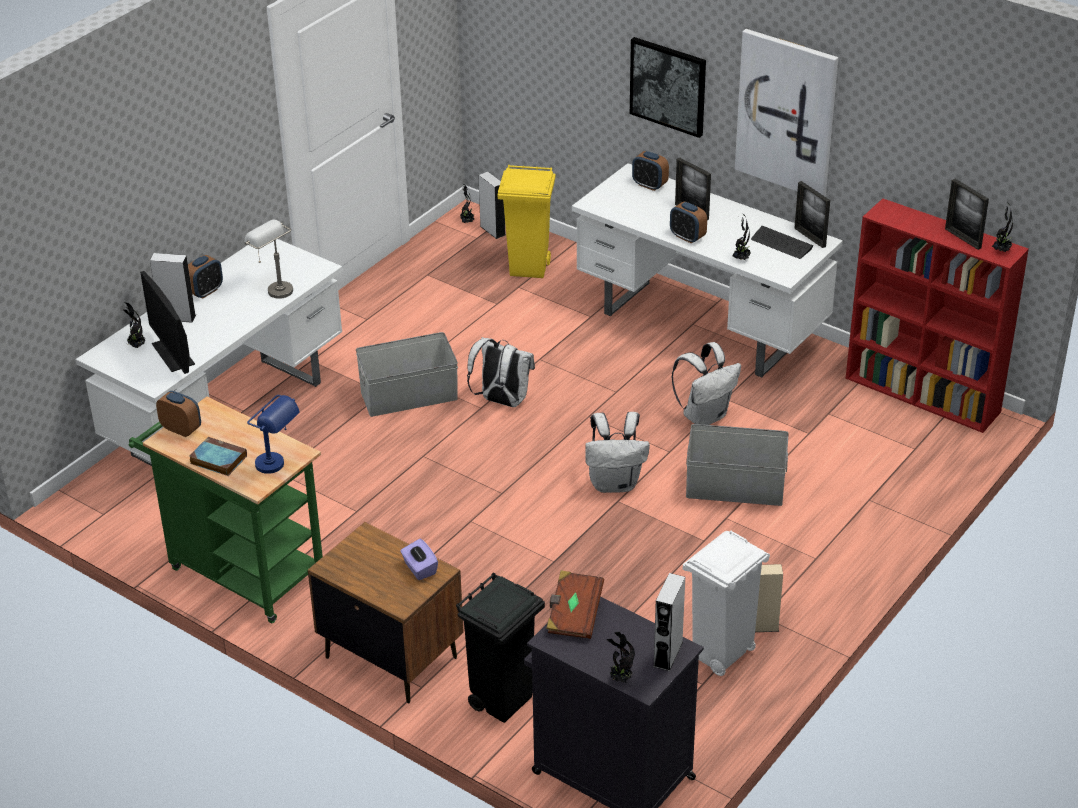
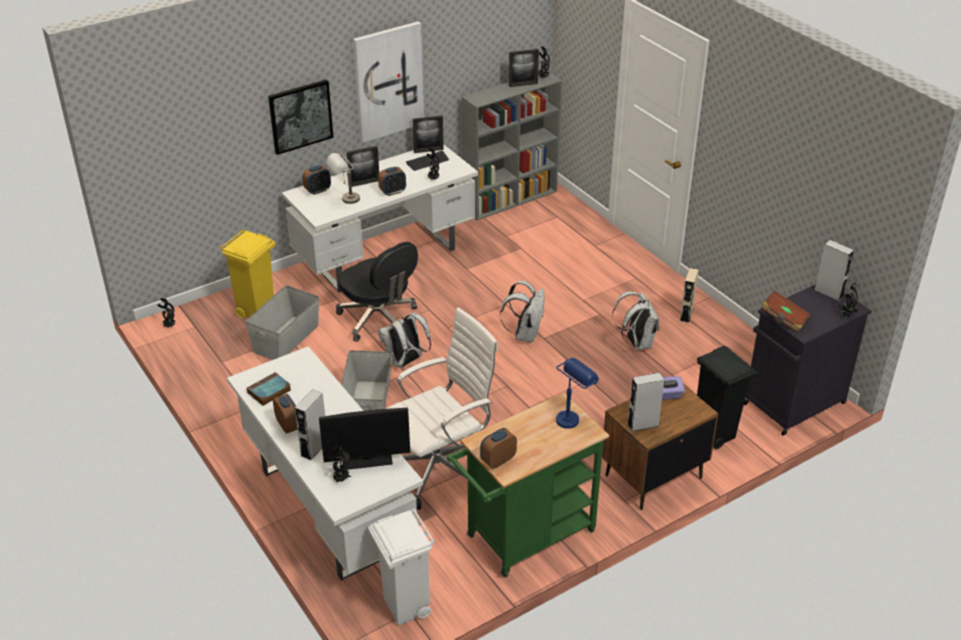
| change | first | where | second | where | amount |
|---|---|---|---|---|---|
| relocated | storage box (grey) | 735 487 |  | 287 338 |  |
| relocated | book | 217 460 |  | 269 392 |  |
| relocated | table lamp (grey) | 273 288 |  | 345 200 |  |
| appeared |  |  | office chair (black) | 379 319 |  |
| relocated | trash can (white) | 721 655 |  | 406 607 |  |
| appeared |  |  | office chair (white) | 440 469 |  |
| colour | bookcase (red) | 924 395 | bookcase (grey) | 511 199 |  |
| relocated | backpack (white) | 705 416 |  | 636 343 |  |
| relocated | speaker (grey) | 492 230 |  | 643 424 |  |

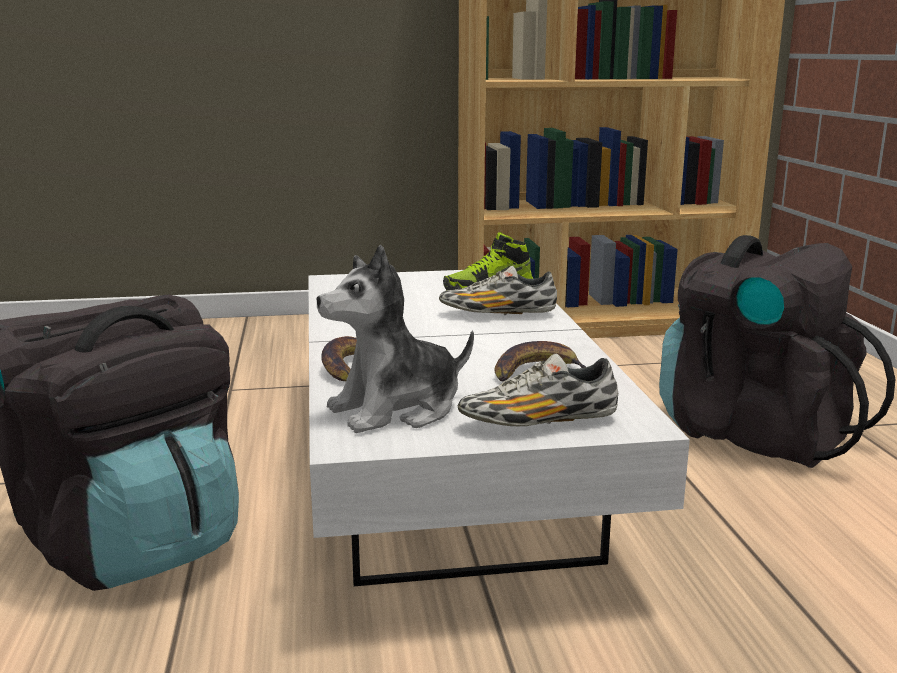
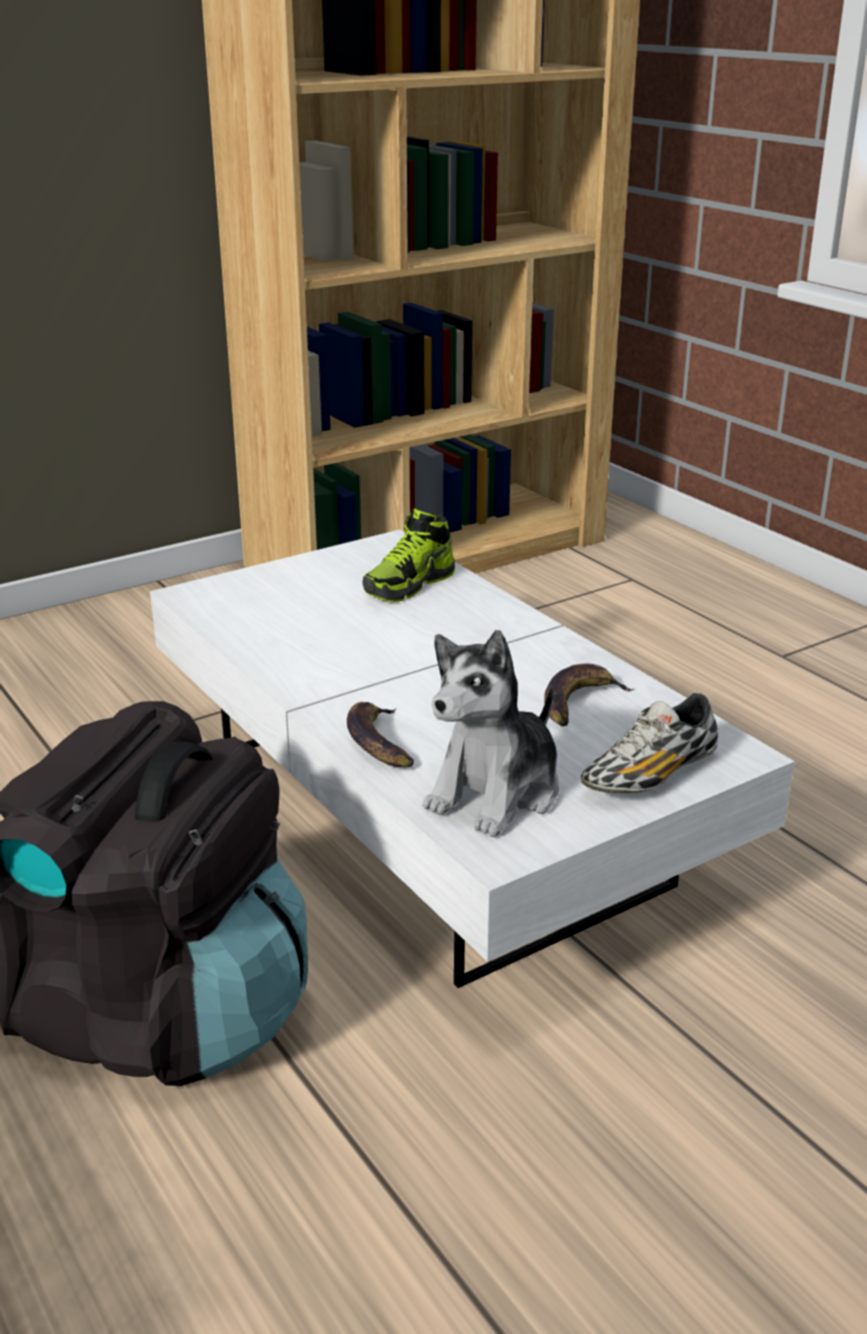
| change | first | where | second | where | amount |
|---|---|---|---|---|---|
| missing | shoe | 498 314 |  |  |  |
| missing | backpack (black) | 754 433 |  |  |  |

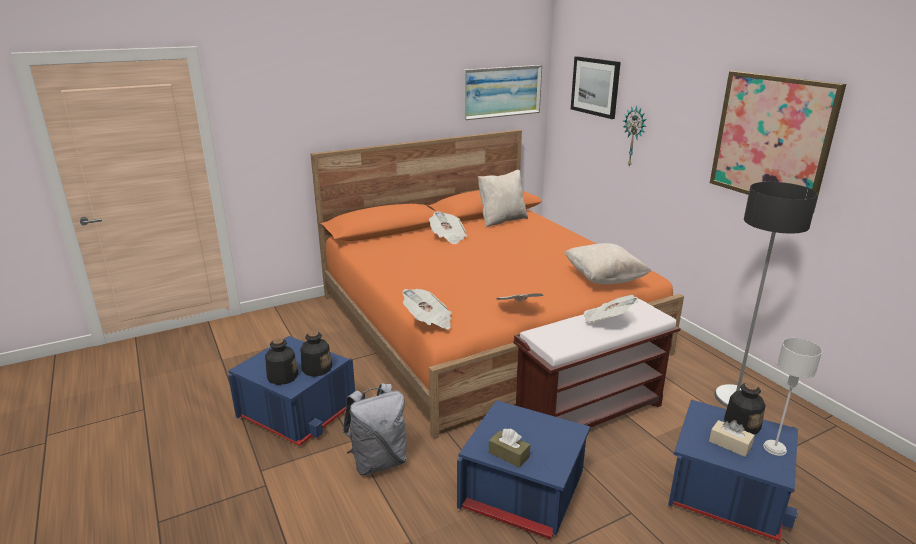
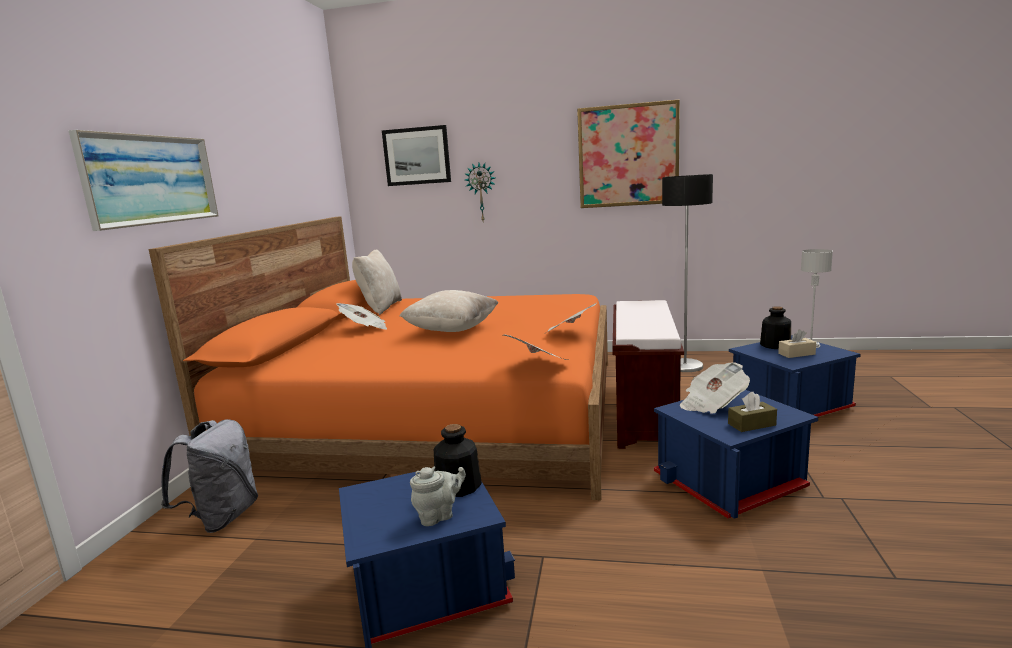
| change | first | where | second | where | amount |
|---|---|---|---|---|---|
| relocated | picture | 502 91 |  | 151 180 |  |
| relocated | backpack (grey) | 378 461 |  | 222 518 |  |
| relocated | pillow (beige) | 604 279 |  | 452 330 |  |
| exchanged | bottle | 282 376 | teapot (grey) | 439 515 |  |
| relocated | newspaper | 607 321 |  | 712 404 |  |

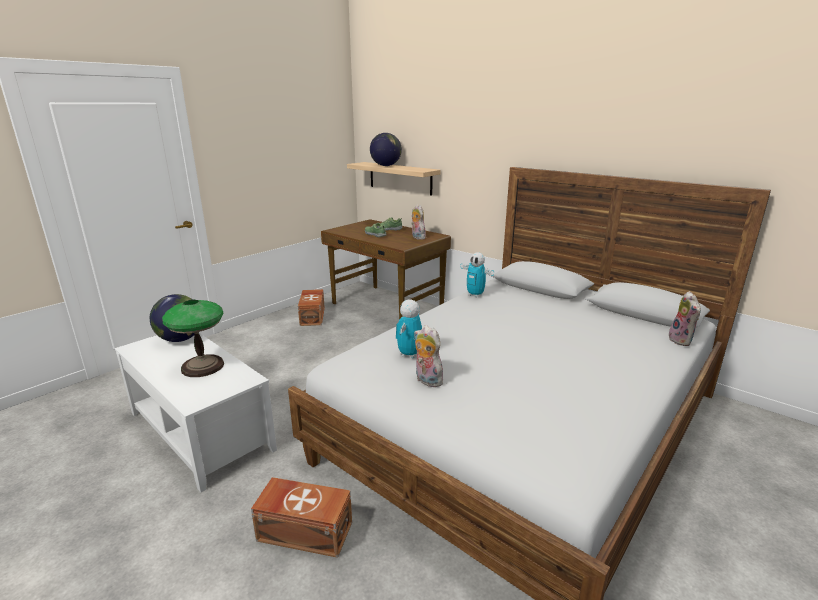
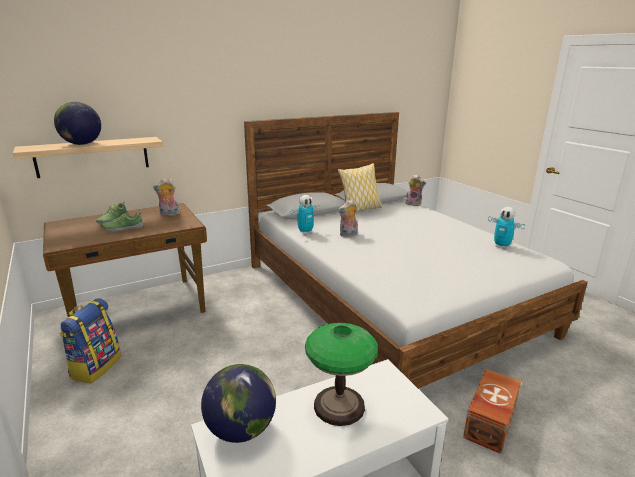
| change | first | where | second | where | amount |
|---|---|---|---|---|---|
| exchanged | storage box (brown) | 313 316 | backpack | 95 367 |  |
| appeared |  |  | pillow | 360 210 |  |
| relocated | plush toy | 426 380 |  | 348 235 |  |
| relocated | toy robot | 409 354 |  | 501 246 |  |

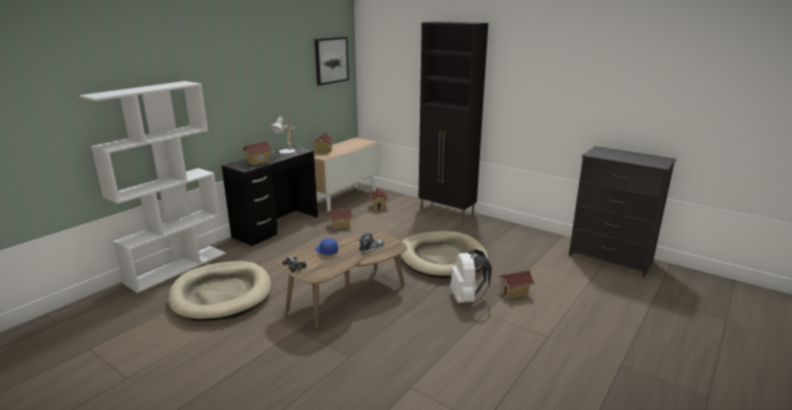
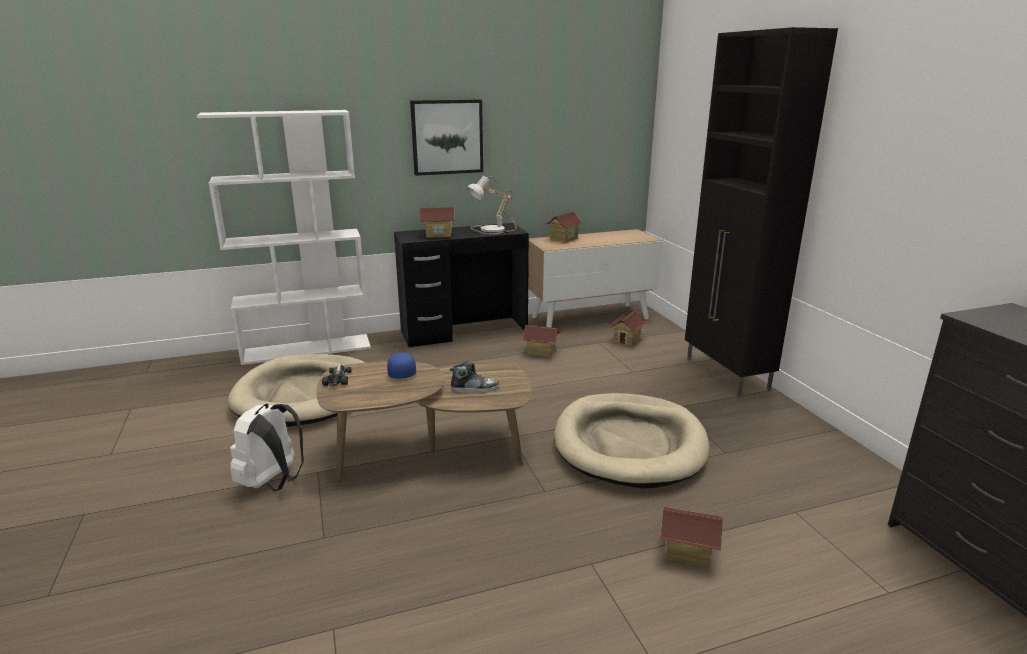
| change | first | where | second | where | amount |
|---|---|---|---|---|---|
| relocated | backpack (white) | 467 298 |  | 273 482 |  |
| relocated | picture | 331 60 |  | 447 137 |  |

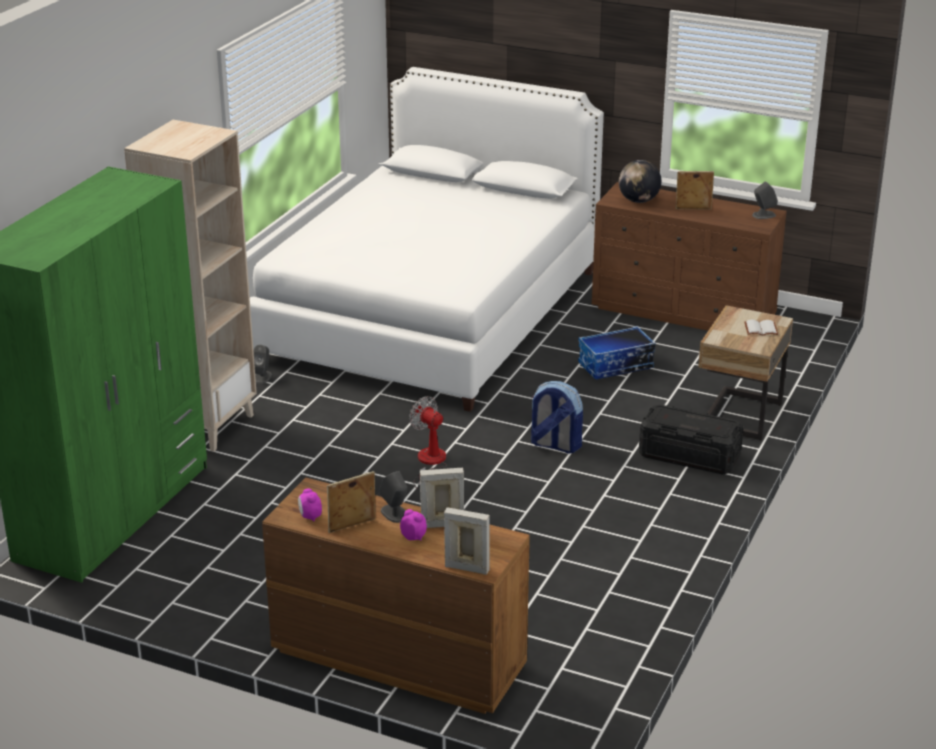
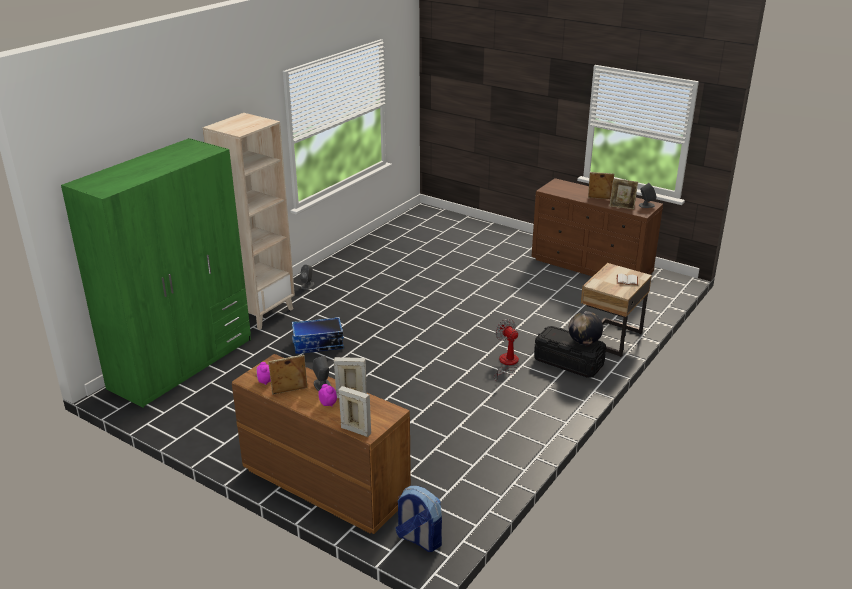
| change | first | where | second | where | amount |
|---|---|---|---|---|---|
| relocated | storage box | 615 366 |  | 318 345 |  |
| relocated | backpack | 555 445 |  | 418 539 |  |
| relocated | fan | 429 463 |  | 507 364 |  |
| relocated | globe | 638 201 |  | 584 342 |  |
| appeared |  |  | picture frame | 622 207 |  |
| missing | bed (white) | 432 315 |  |  |  |

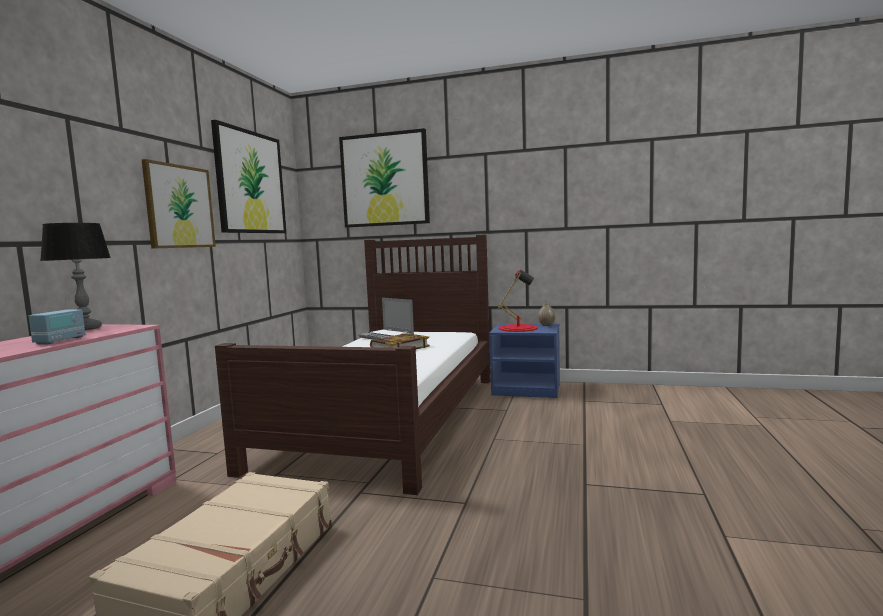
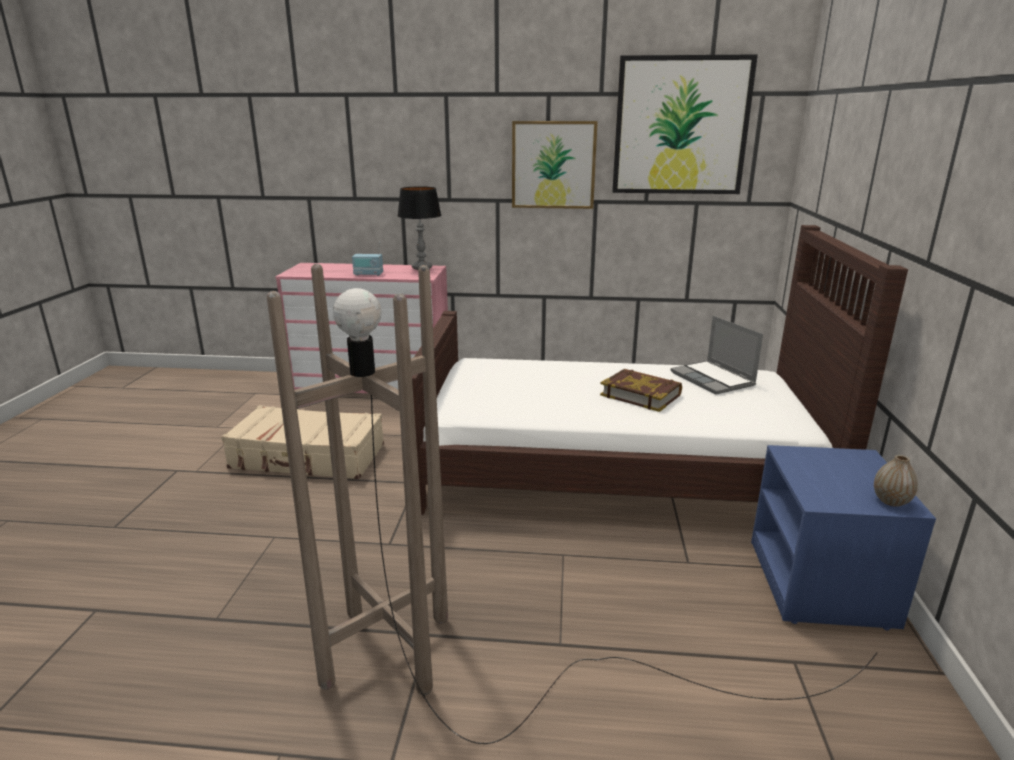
| change | first | where | second | where | amount |
|---|---|---|---|---|---|
| appeared |  |  | floor lamp (brown) | 500 671 |  |
| spun | laptop | 387 336 |  | 713 379 | 60 degrees counterclockwise |
| missing | picture | 384 180 |  |  |  |
| missing | table lamp (red) | 518 328 |  |  |  |

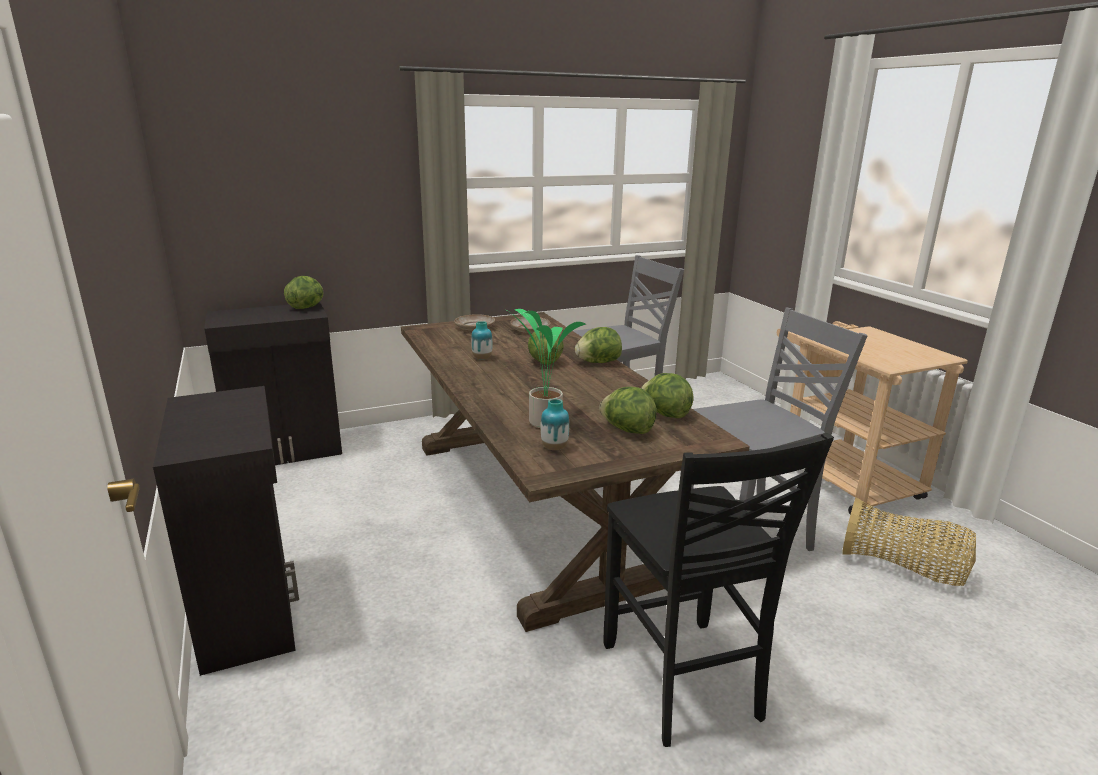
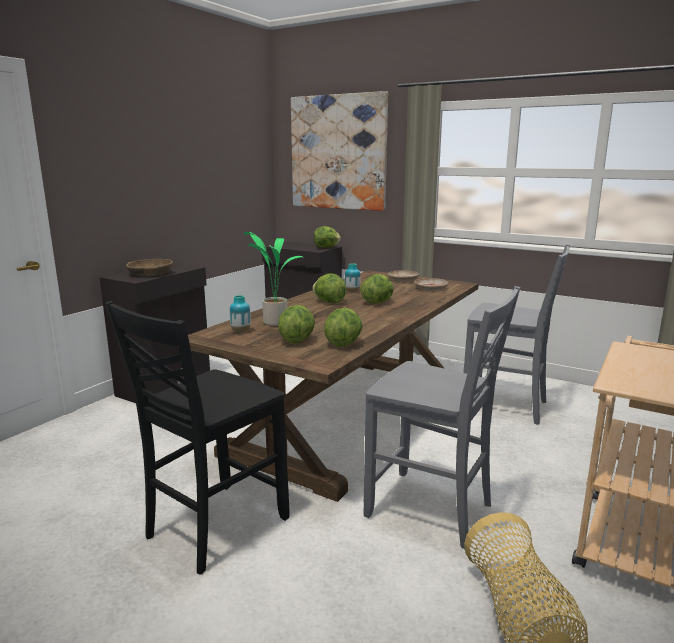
| change | first | where | second | where | amount |
|---|---|---|---|---|---|
| appeared |  |  | bowl (brown) | 150 274 |  |
| appeared |  |  | picture | 338 152 |  |
| relocated | lettuce | 598 362 |  | 329 302 |  |

